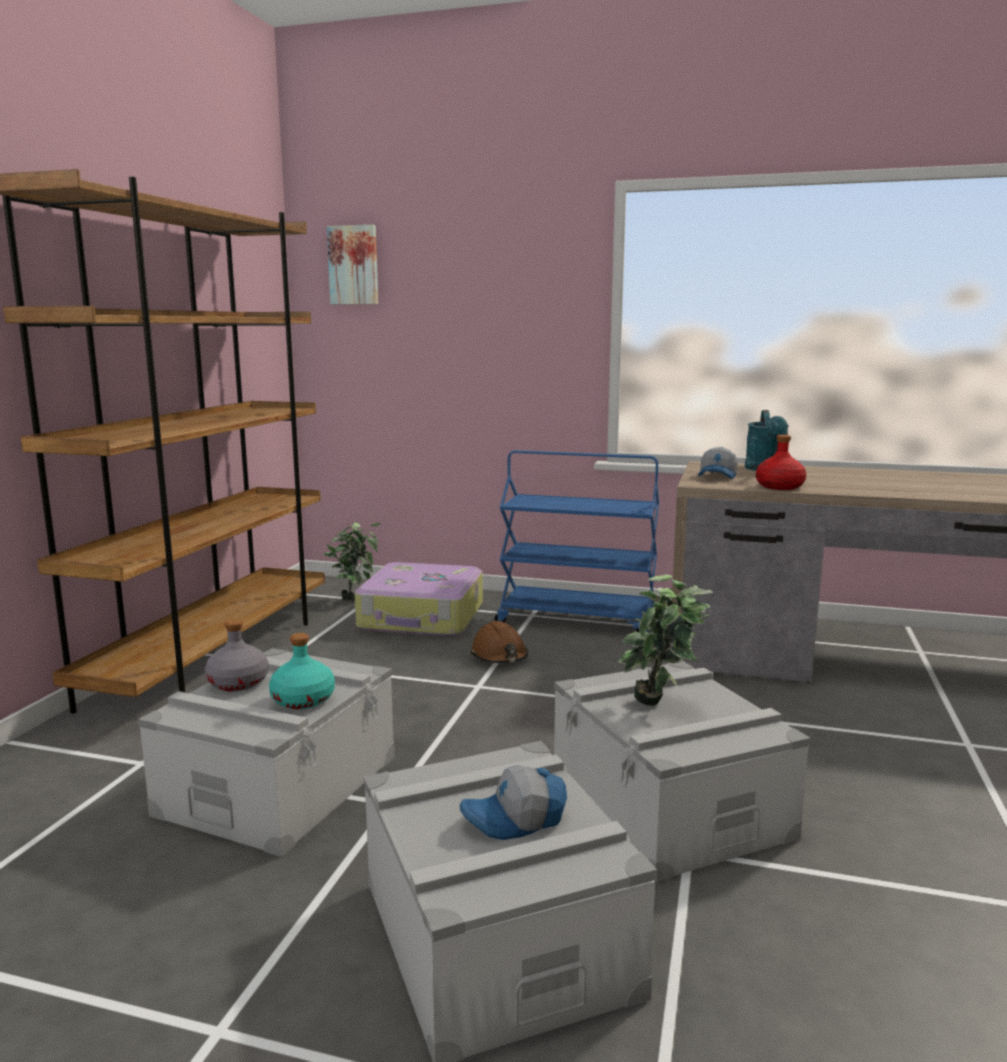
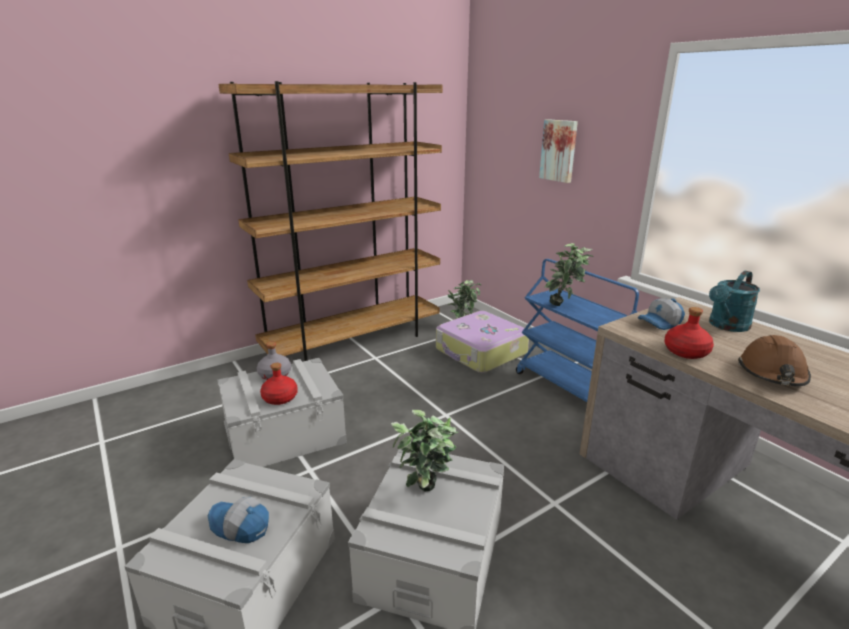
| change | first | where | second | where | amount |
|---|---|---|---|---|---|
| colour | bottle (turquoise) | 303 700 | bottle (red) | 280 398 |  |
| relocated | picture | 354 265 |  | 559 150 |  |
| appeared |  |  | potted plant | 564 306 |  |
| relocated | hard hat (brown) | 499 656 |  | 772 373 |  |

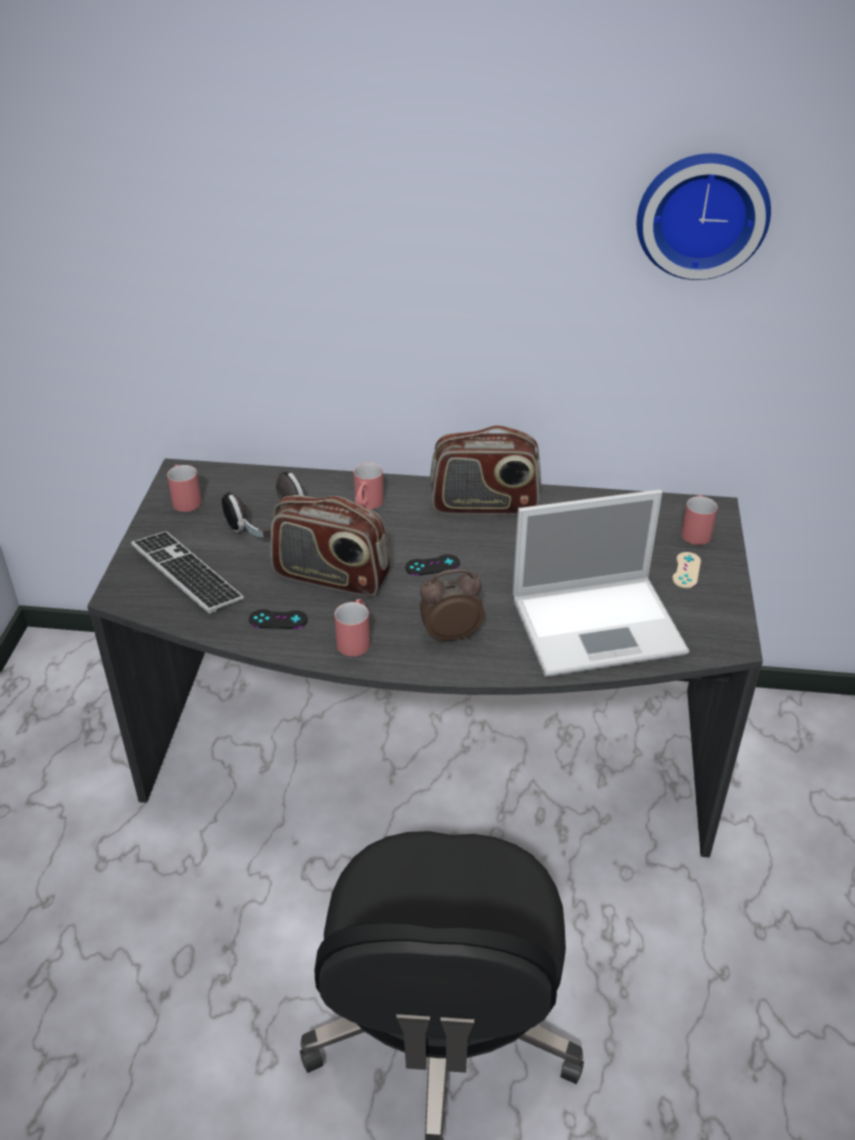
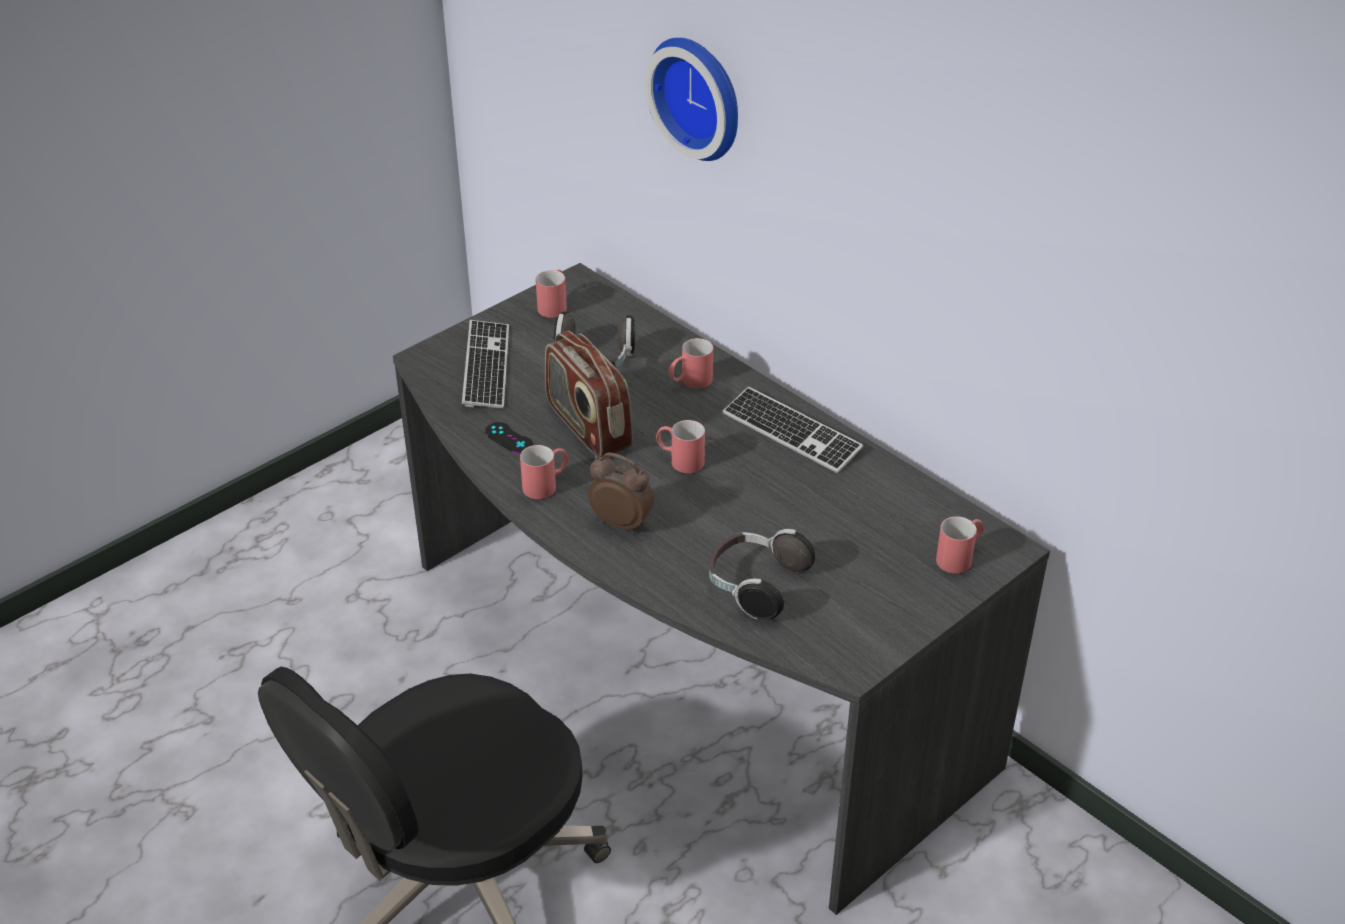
| change | first | where | second | where | amount |
|---|---|---|---|---|---|
| relocated | wall clock | 702 213 |  | 700 96 |  |
| exchanged | game controller (black) | 432 565 | mug (red) | 679 460 |  |
| exchanged | laptop | 600 625 | headphones | 755 585 |  |
| exchanged | radio | 484 505 | keyboard | 791 432 |  |
| missing | game controller (beige) | 686 570 |  |  |  |

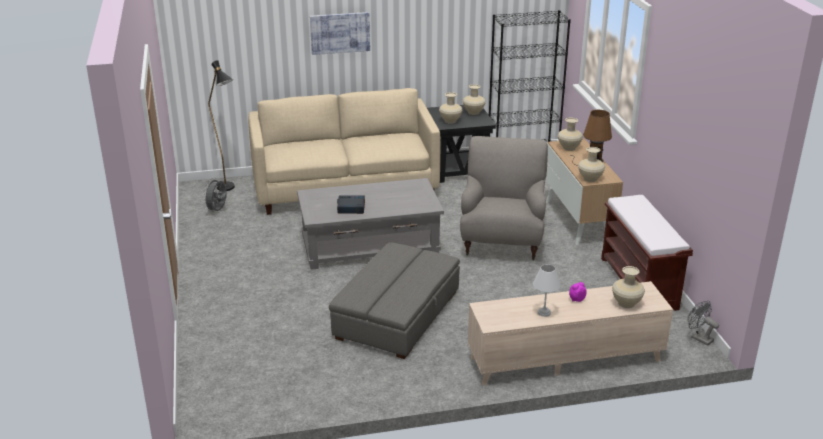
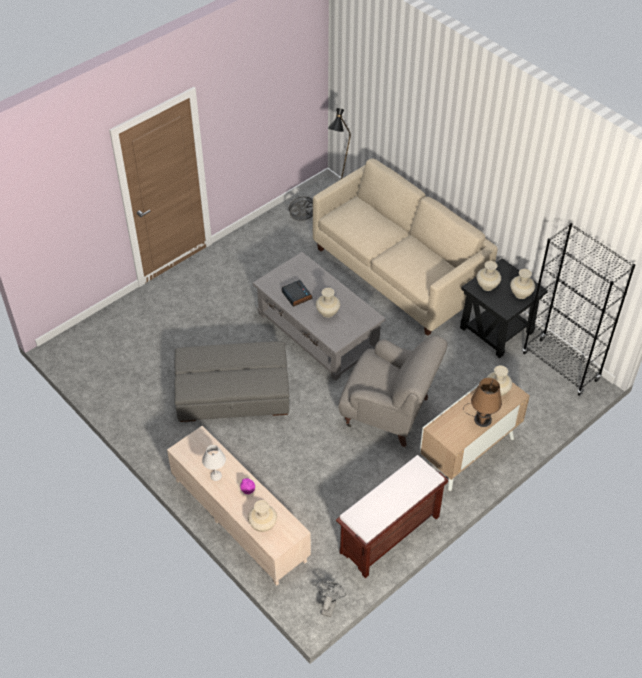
| change | first | where | second | where | amount |
|---|---|---|---|---|---|
| relocated | vase (beige) | 590 179 |  | 328 313 |  |
| spun | armchair (grey) | 502 241 |  | 389 413 | 45 degrees clockwise |
| missing | picture | 340 33 |  |  |  |

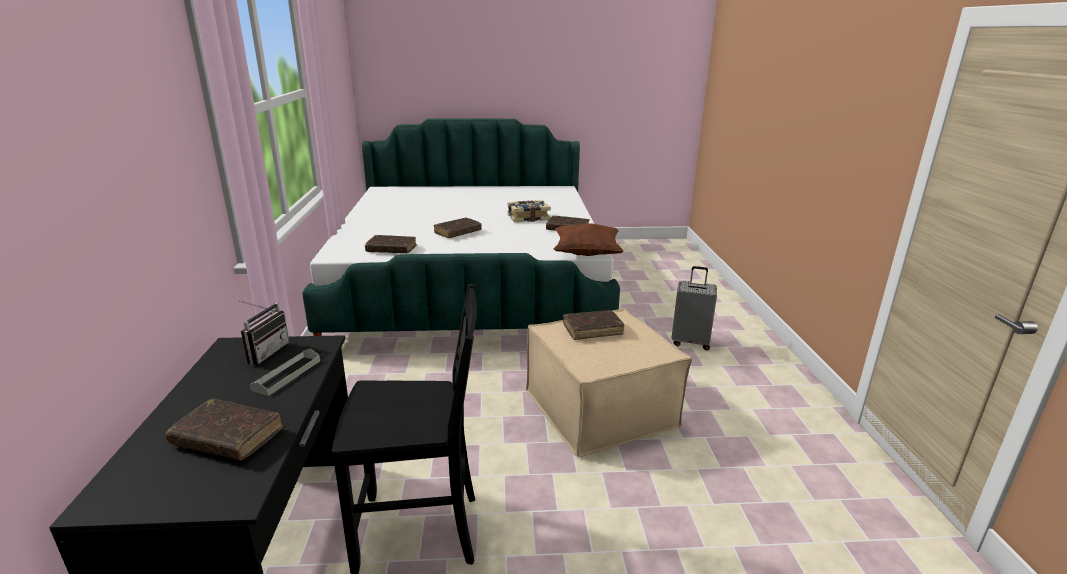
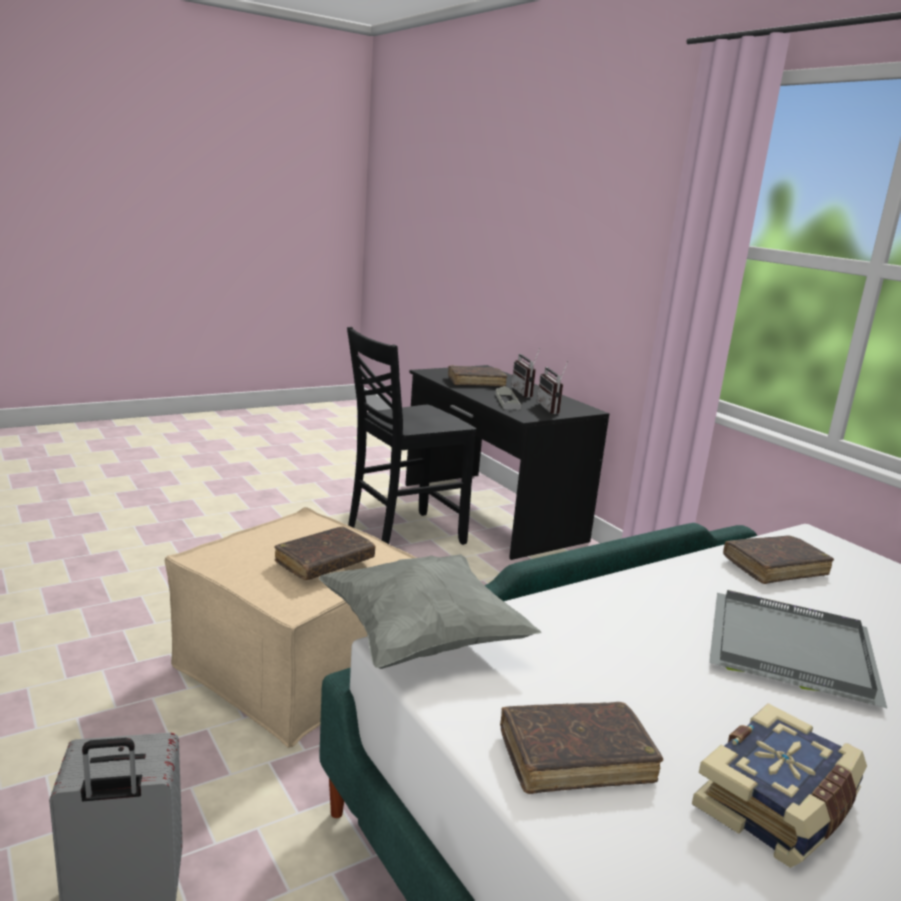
| change | first | where | second | where | amount |
|---|---|---|---|---|---|
| colour | pillow (brown) | 586 254 | pillow (grey) | 422 639 |  |
| appeared |  |  | radio | 526 393 |  |
| exchanged | book (brown) | 457 232 | tray (grey) | 787 651 |  |

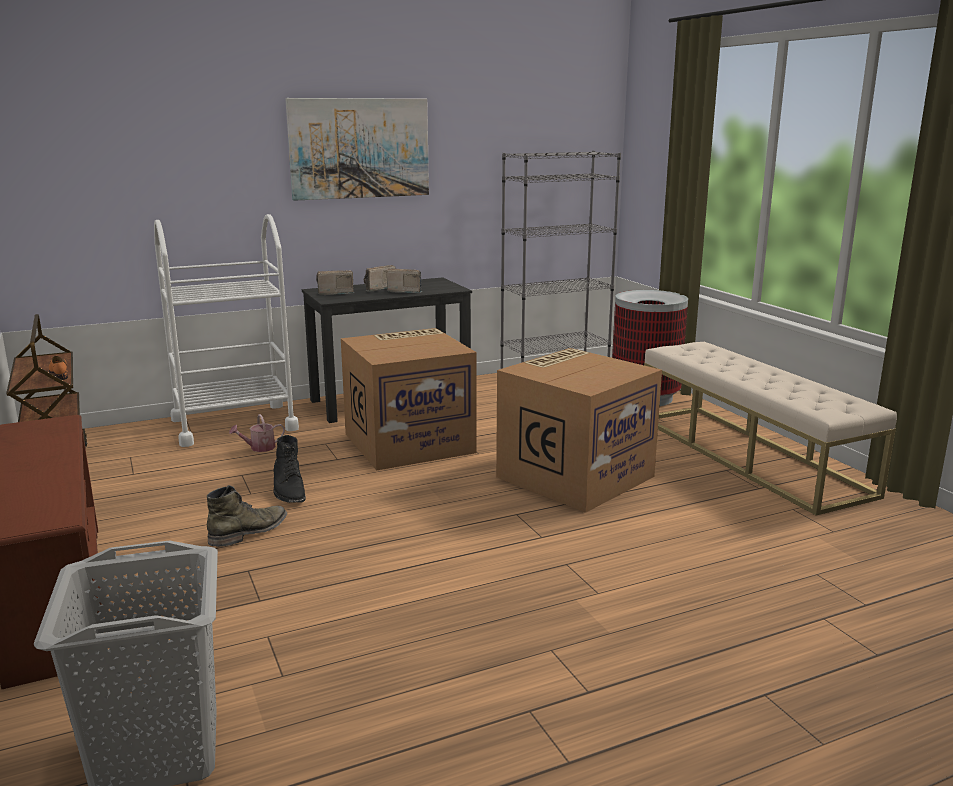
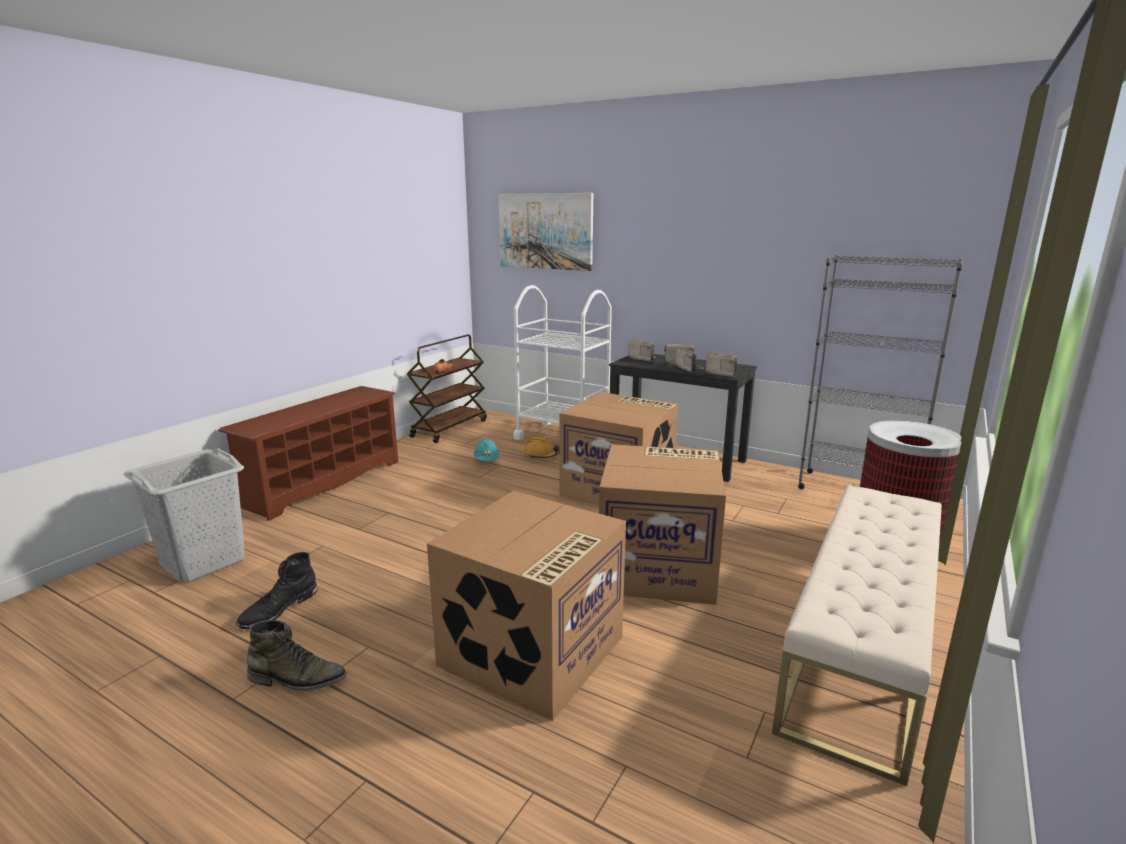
| change | first | where | second | where | amount |
|---|---|---|---|---|---|
| relocated | boot (black) | 289 490 |  | 278 609 |  |
| relocated | boot (green) | 249 532 |  | 297 679 |  |
| appeared |  |  | cardboard box | 532 653 |  |
| appeared |  |  | hard hat (turquoise) | 487 460 |  |
| relocated | picture | 359 148 |  | 545 231 |  |
| exchanged | watering can | 259 448 | hard hat (orange) | 541 455 |  |
| appeared |  |  | radio | 721 374 |  |

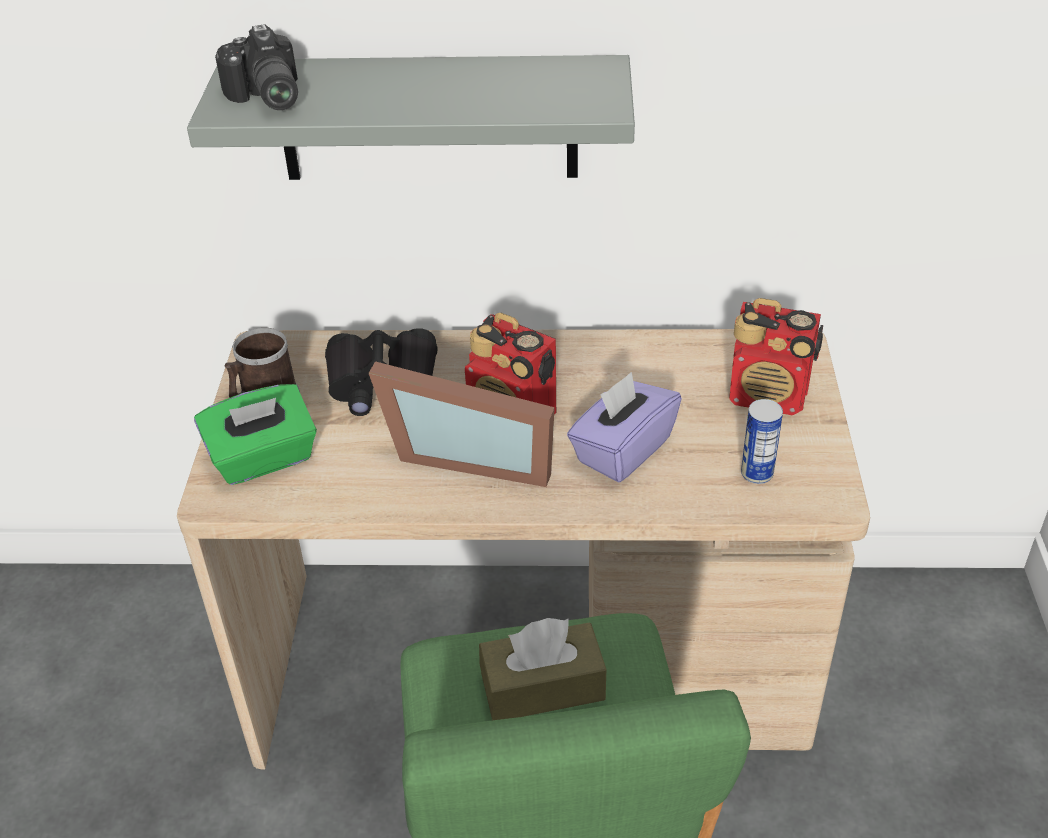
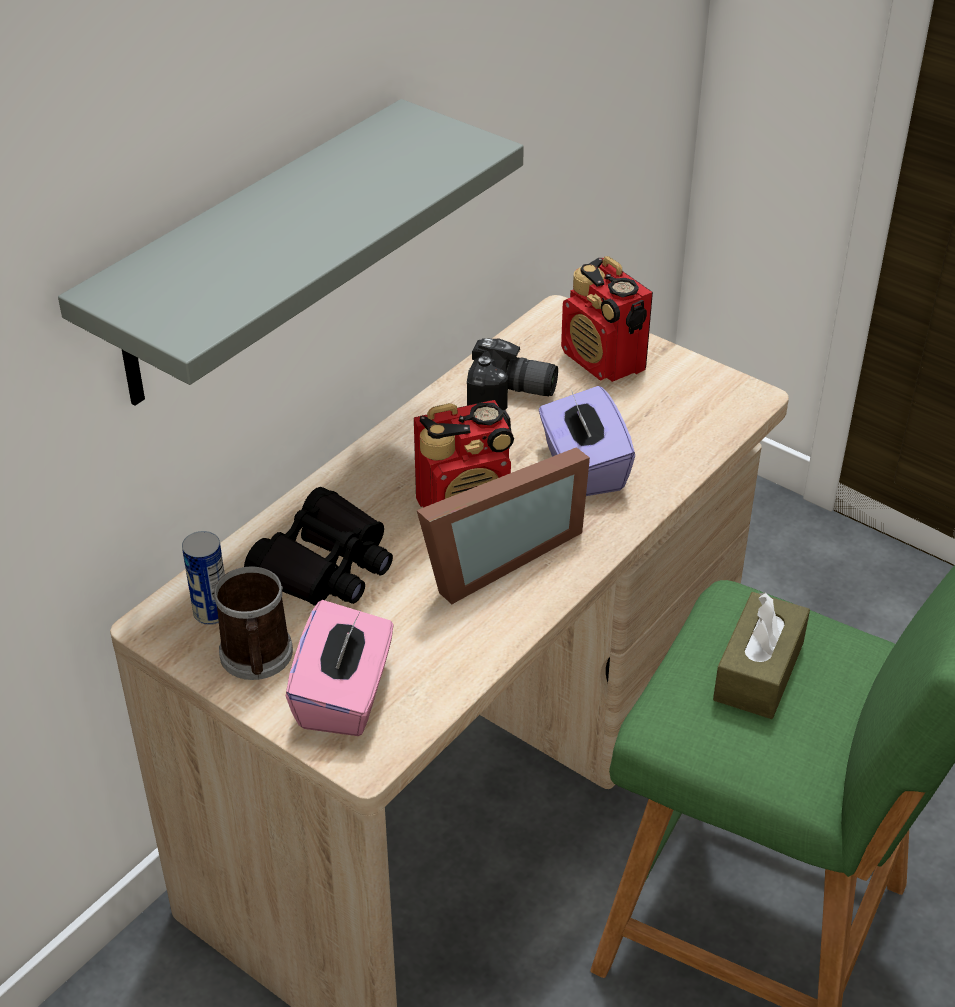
| change | first | where | second | where | amount |
|---|---|---|---|---|---|
| relocated | can | 757 473 |  | 211 613 |  |
| colour | tissue box (green) | 263 459 | tissue box (pink) | 344 696 |  |
| relocated | photo camera | 265 97 |  | 511 396 |  |
| spun | radio | 769 397 |  | 604 361 | 90 degrees clockwise |

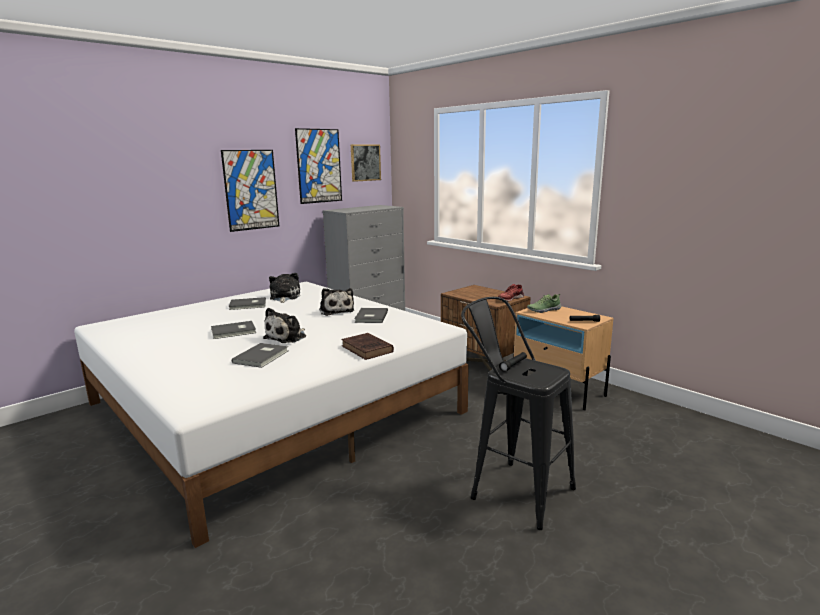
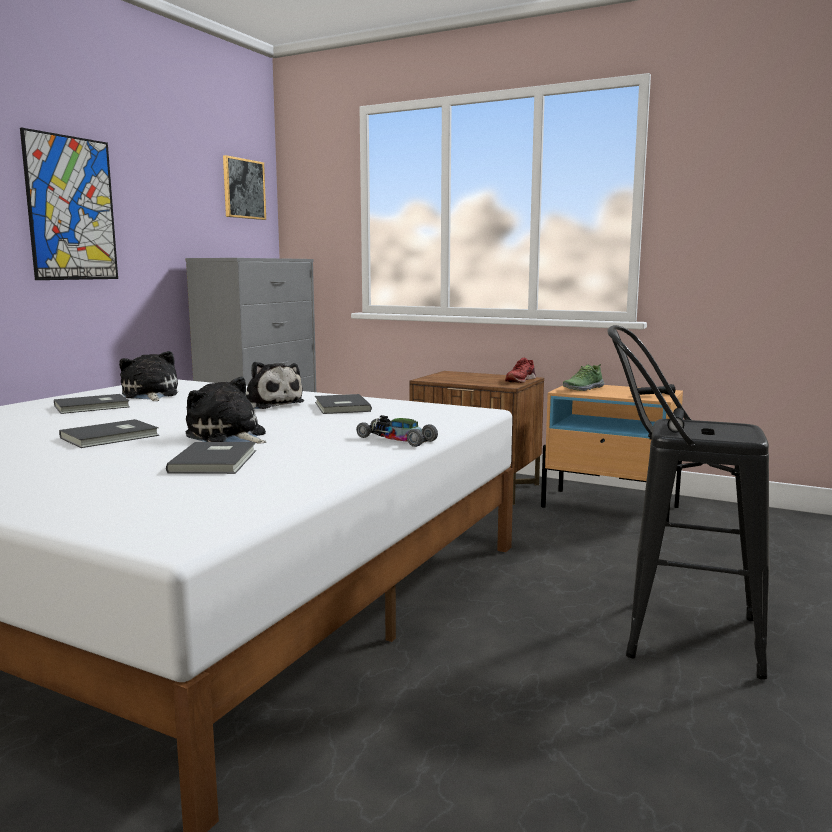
| change | first | where | second | where | amount |
|---|---|---|---|---|---|
| spun | plush toy | 287 337 |  | 228 436 | 120 degrees clockwise |
| exchanged | book (brown) | 368 349 | toy car | 396 439 |  |
| missing | picture | 319 166 |  |  |  |

